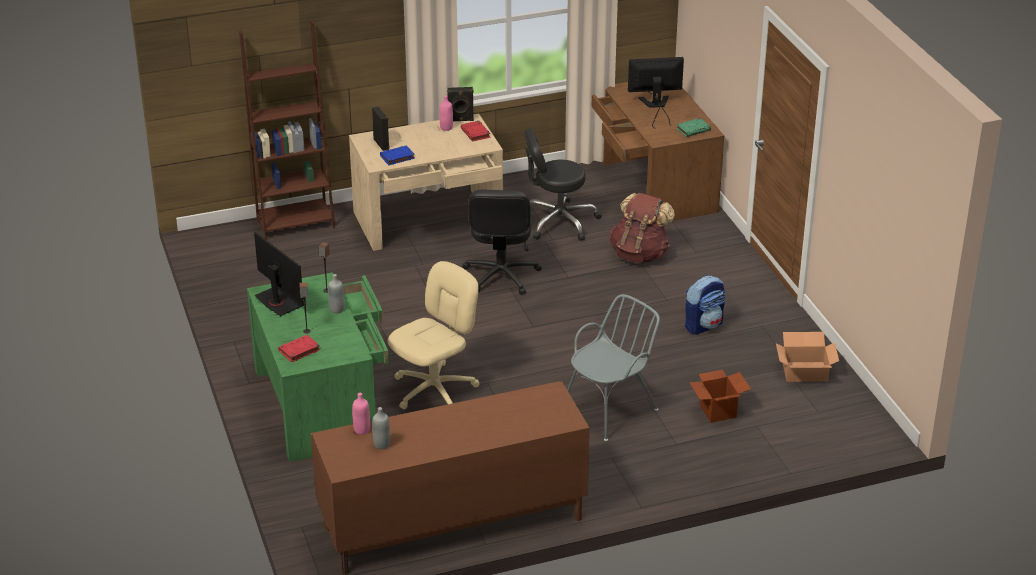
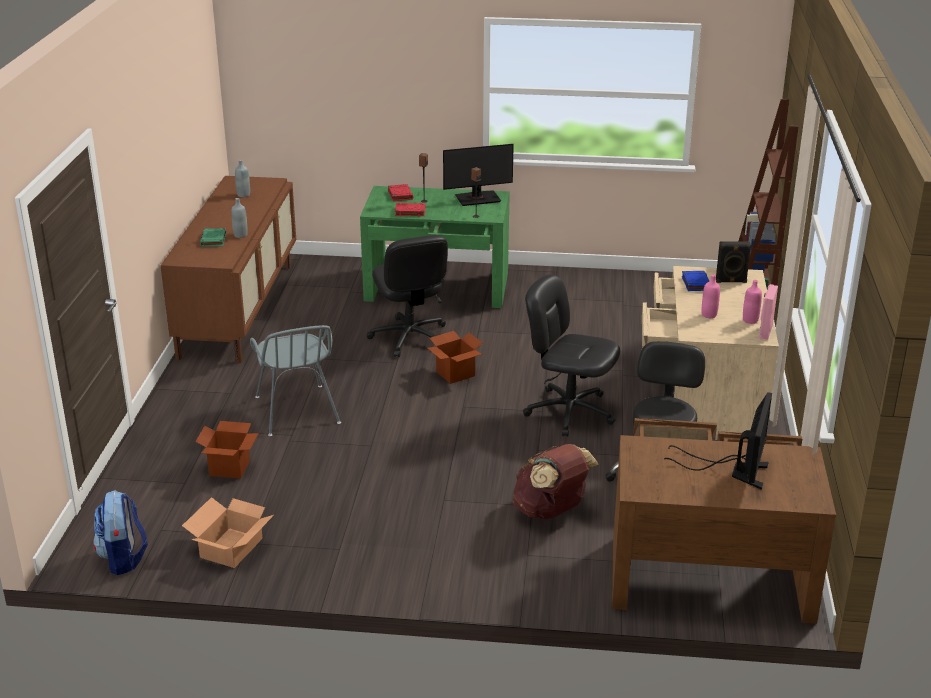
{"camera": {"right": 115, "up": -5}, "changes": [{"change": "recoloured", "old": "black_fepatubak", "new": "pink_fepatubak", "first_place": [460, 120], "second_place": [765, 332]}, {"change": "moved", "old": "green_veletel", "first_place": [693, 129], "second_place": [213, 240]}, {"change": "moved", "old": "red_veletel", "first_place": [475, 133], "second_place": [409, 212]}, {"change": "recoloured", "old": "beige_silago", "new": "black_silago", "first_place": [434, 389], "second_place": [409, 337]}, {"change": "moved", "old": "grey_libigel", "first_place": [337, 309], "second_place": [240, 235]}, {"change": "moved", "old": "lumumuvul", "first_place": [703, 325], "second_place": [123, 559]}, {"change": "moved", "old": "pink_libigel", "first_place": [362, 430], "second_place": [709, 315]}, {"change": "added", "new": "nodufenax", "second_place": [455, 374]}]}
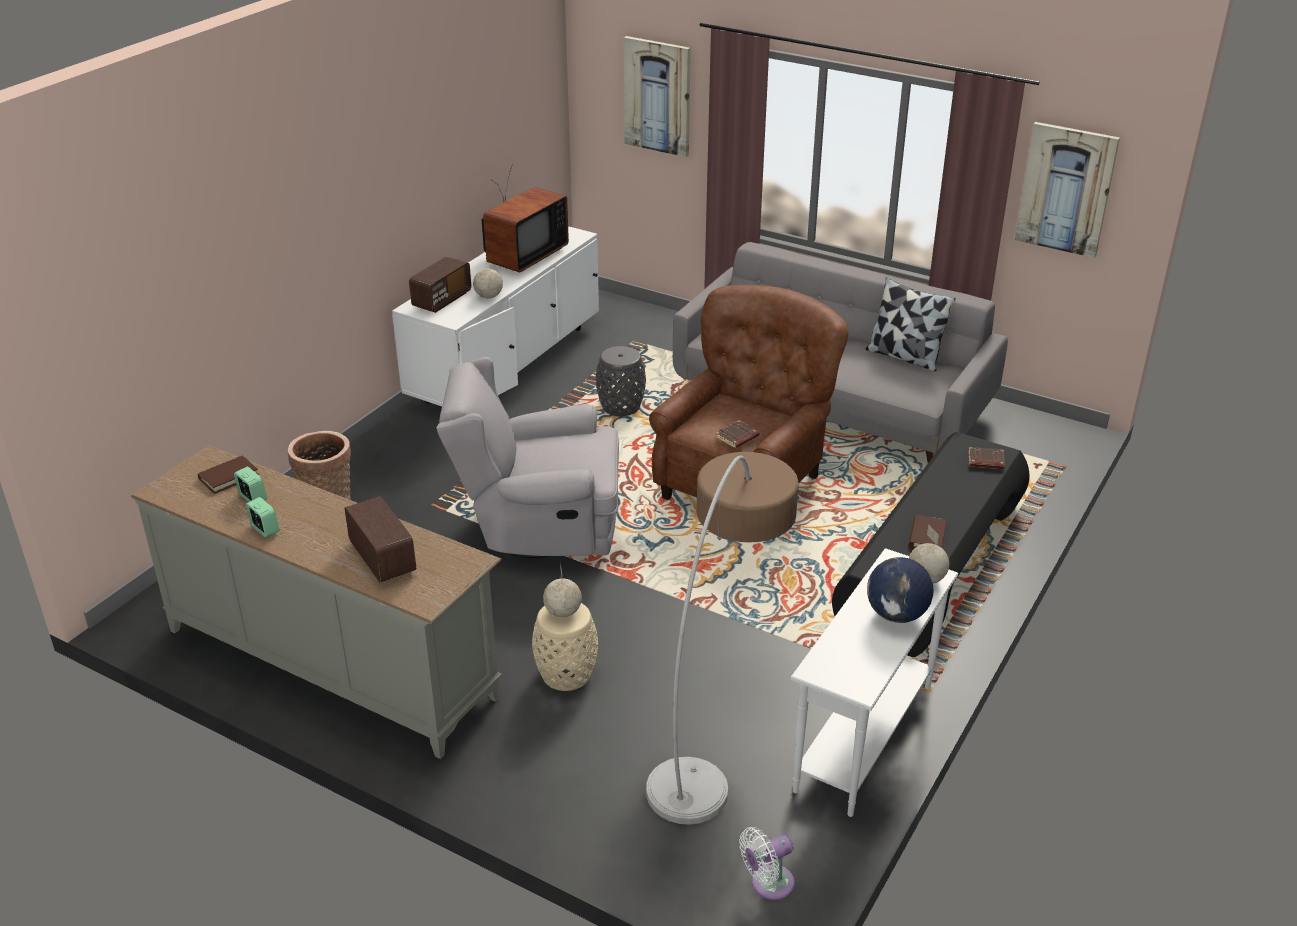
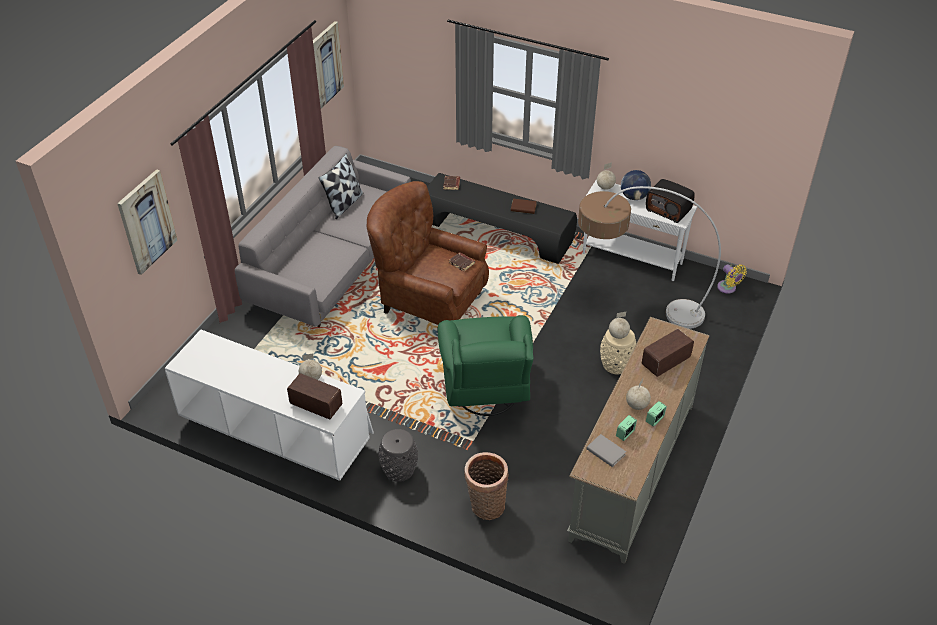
{"camera": {"right": -95, "up": 10}, "changes": [{"change": "removed", "old": "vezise", "first_place": [522, 256]}, {"change": "moved", "old": "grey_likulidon", "first_place": [621, 406], "second_place": [399, 470]}, {"change": "recoloured", "old": "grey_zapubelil", "new": "green_zapubelil", "first_place": [539, 528], "second_place": [486, 391]}, {"change": "recoloured", "old": "brown_veletel", "new": "grey_veletel", "first_place": [229, 477], "second_place": [605, 452]}, {"change": "recoloured", "old": "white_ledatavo", "new": "yellow_ledatavo", "first_place": [768, 884], "second_place": [728, 288]}, {"change": "added", "new": "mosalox", "second_place": [669, 210]}, {"change": "added", "new": "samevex", "second_place": [637, 405]}]}
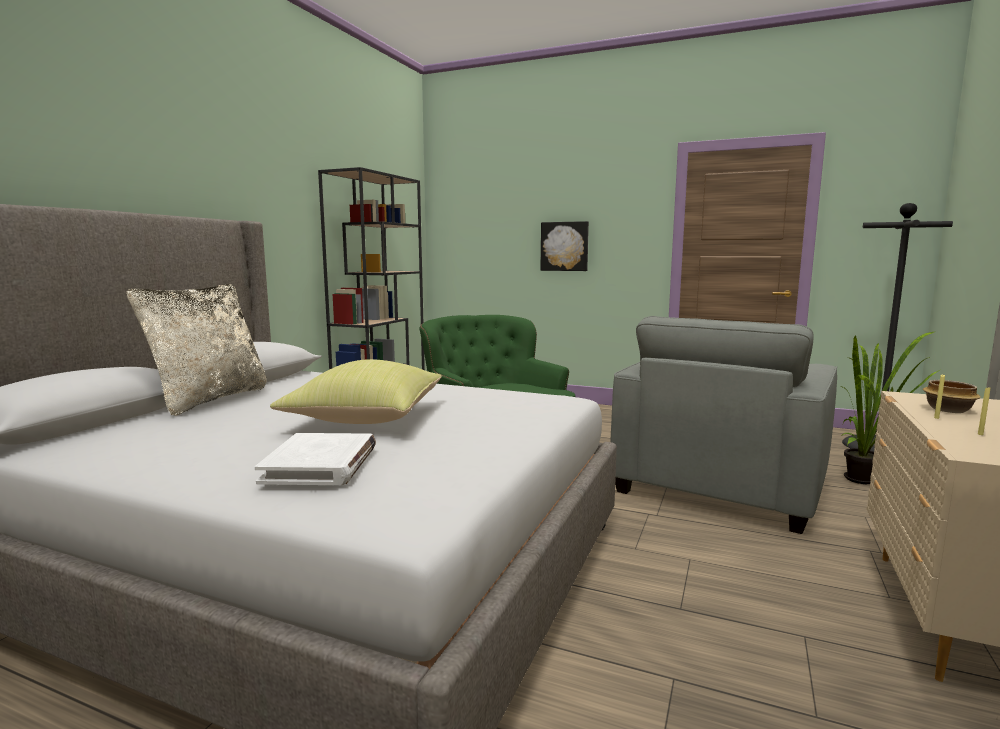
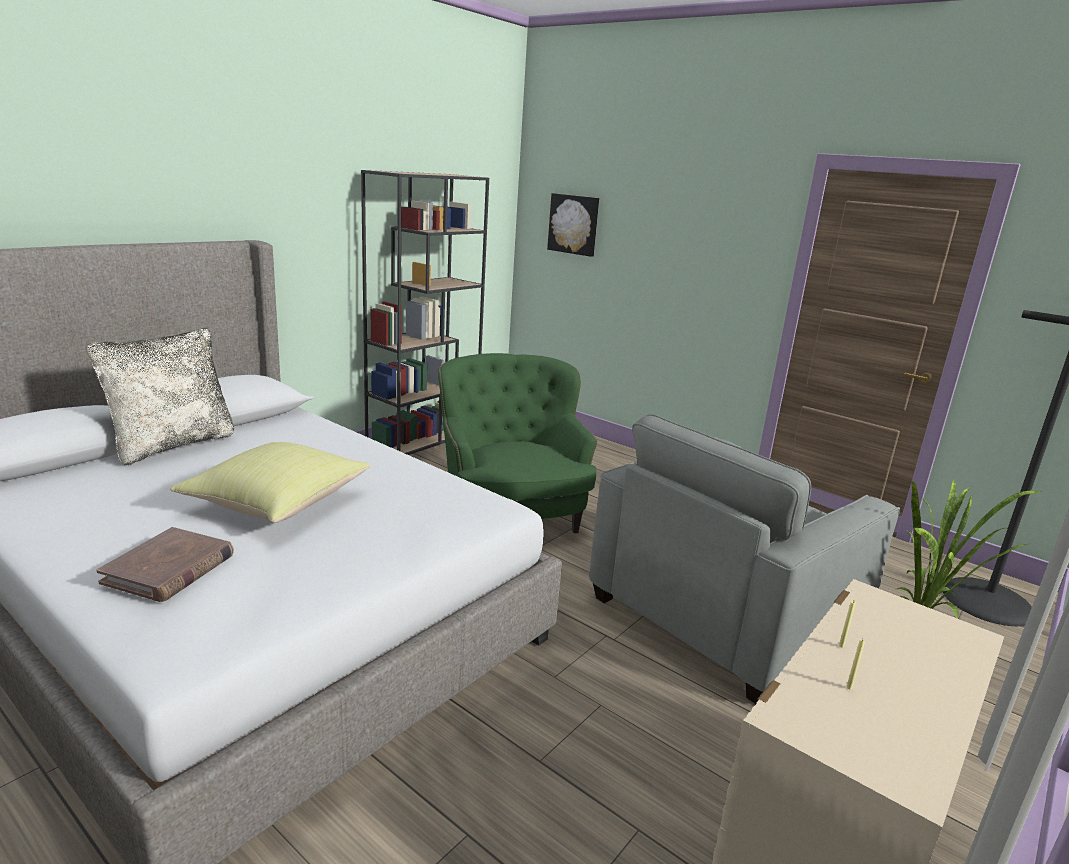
{"camera": {"right": 15, "up": 10}, "changes": [{"change": "moved", "old": "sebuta", "first_place": [564, 246], "second_place": [574, 224]}, {"change": "removed", "old": "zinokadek", "first_place": [947, 409]}, {"change": "recoloured", "old": "white_veletel", "new": "brown_veletel", "first_place": [321, 464], "second_place": [169, 569]}]}
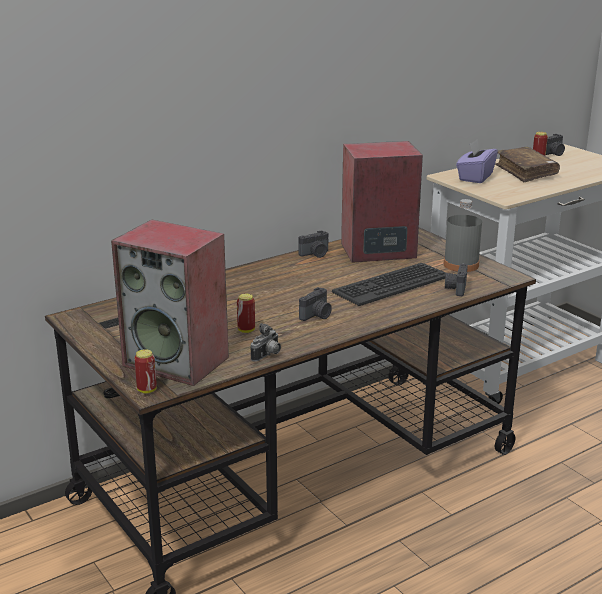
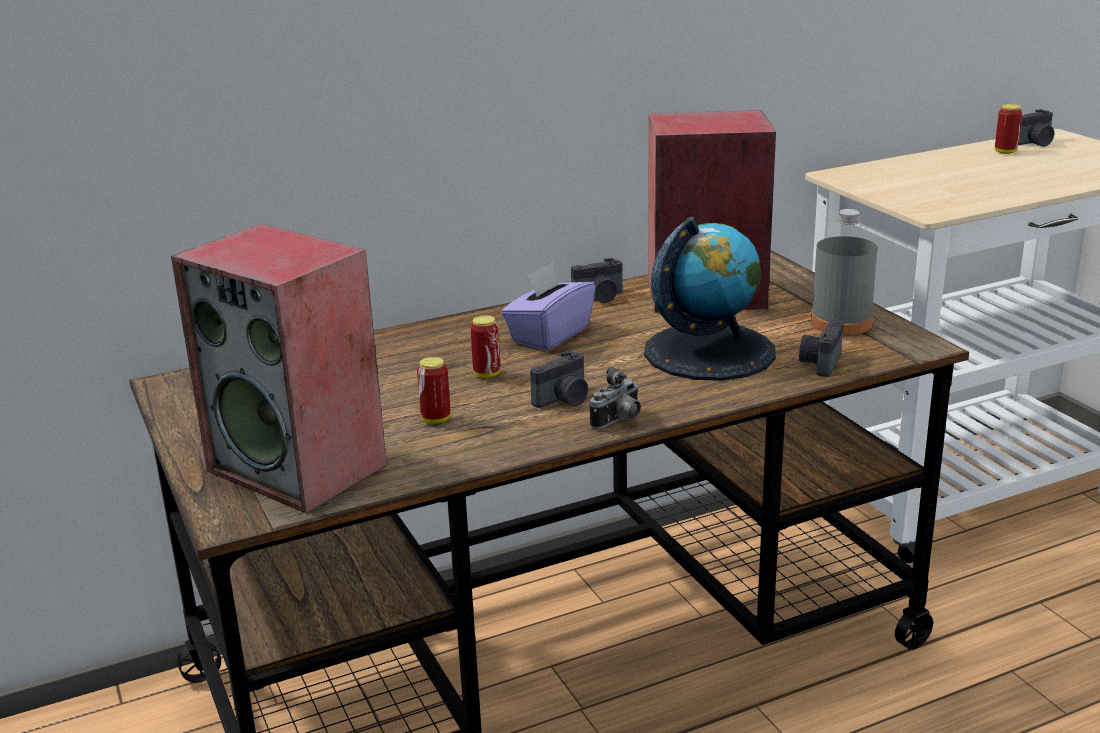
{"camera": {"right": 10, "up": 0}, "changes": [{"change": "moved", "old": "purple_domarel", "first_place": [475, 177], "second_place": [549, 335]}, {"change": "removed", "old": "brown_veletel", "first_place": [526, 172]}, {"change": "replaced", "old": "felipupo", "new": "samevex", "first_place": [391, 284], "second_place": [709, 352]}, {"change": "moved", "old": "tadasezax", "first_place": [267, 356], "second_place": [619, 421]}, {"change": "moved", "old": "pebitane", "first_place": [147, 390], "second_place": [487, 374]}]}
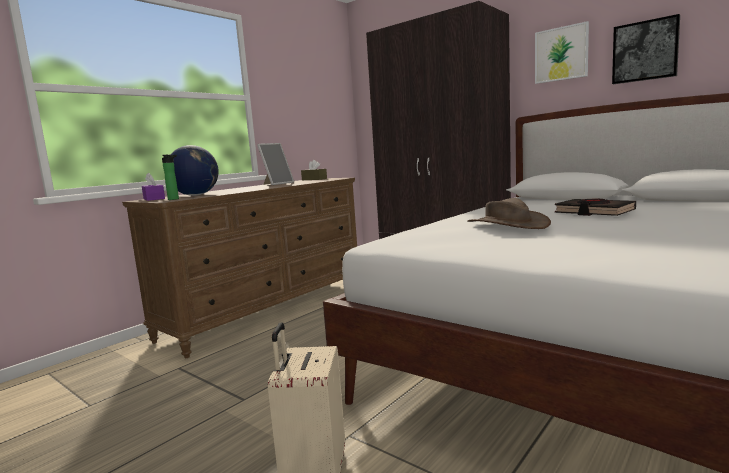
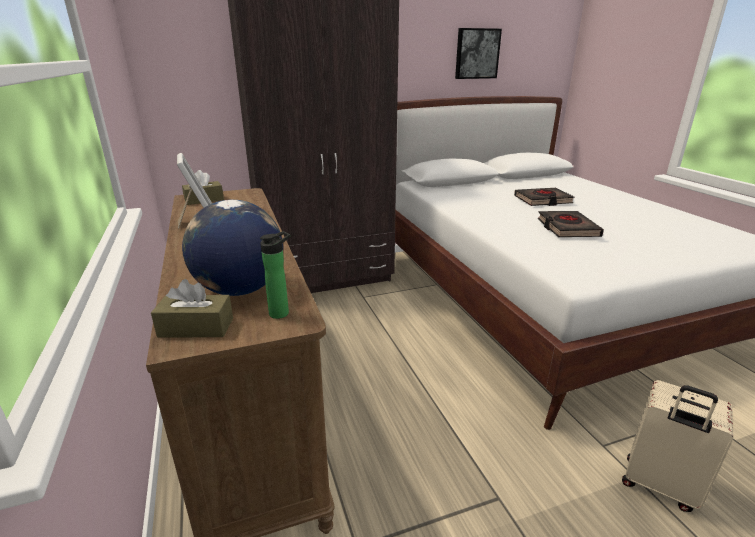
{"camera": {"right": -60, "up": 15}, "changes": [{"change": "removed", "old": "sebuta", "first_place": [561, 54]}, {"change": "recoloured", "old": "purple_domarel", "new": "brown_domarel", "first_place": [154, 199], "second_place": [196, 328]}, {"change": "replaced", "old": "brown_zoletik", "new": "black_veletel", "first_place": [507, 224], "second_place": [567, 228]}]}
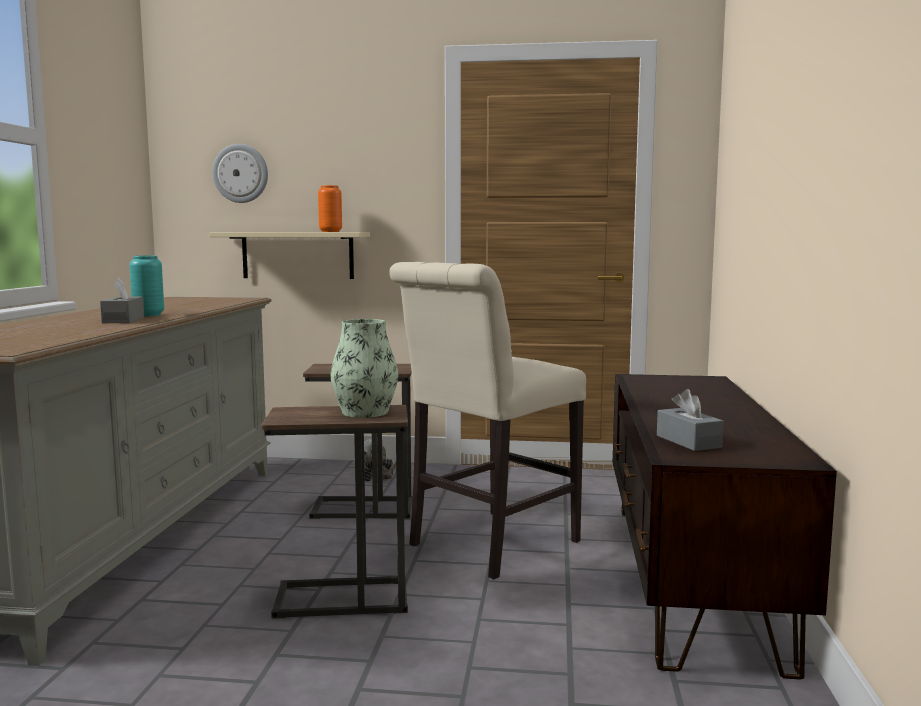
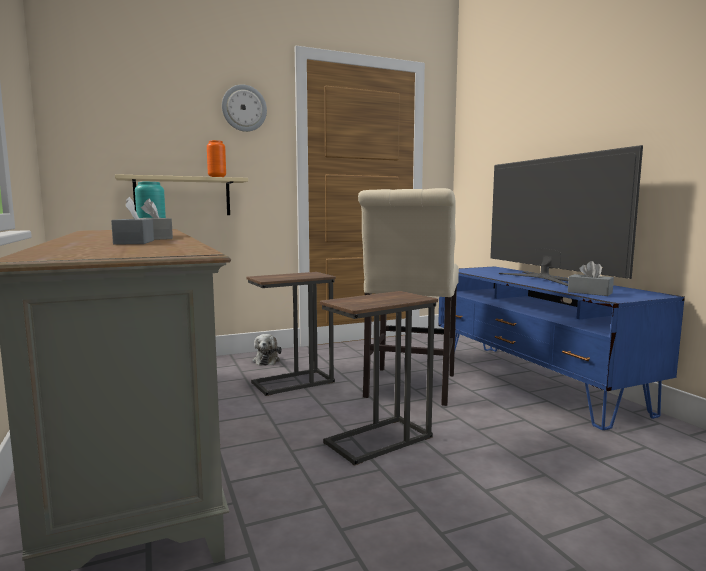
{"camera": {"right": -30, "up": 0}, "changes": [{"change": "moved", "old": "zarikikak", "first_place": [241, 173], "second_place": [244, 108]}, {"change": "removed", "old": "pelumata", "first_place": [365, 412]}, {"change": "recoloured", "old": "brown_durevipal", "new": "blue_durevipal", "first_place": [689, 576], "second_place": [534, 381]}, {"change": "added", "new": "vezise", "second_place": [547, 279]}, {"change": "added", "new": "grey_domarel", "second_place": [134, 242]}]}
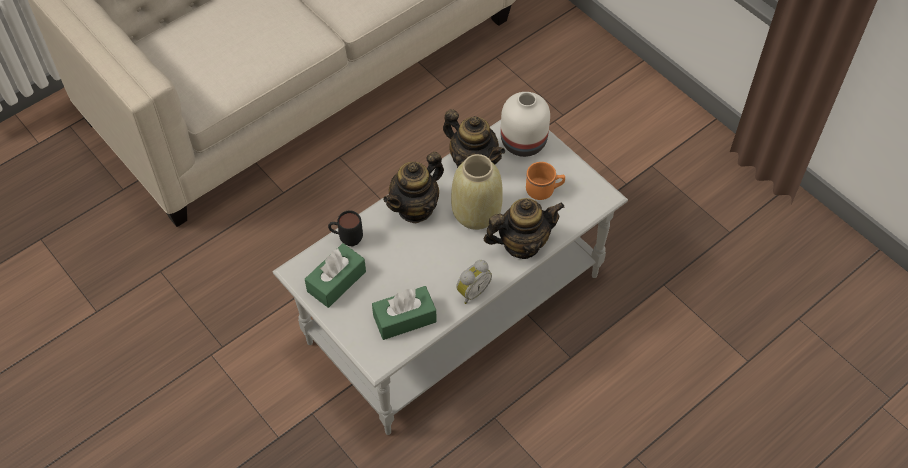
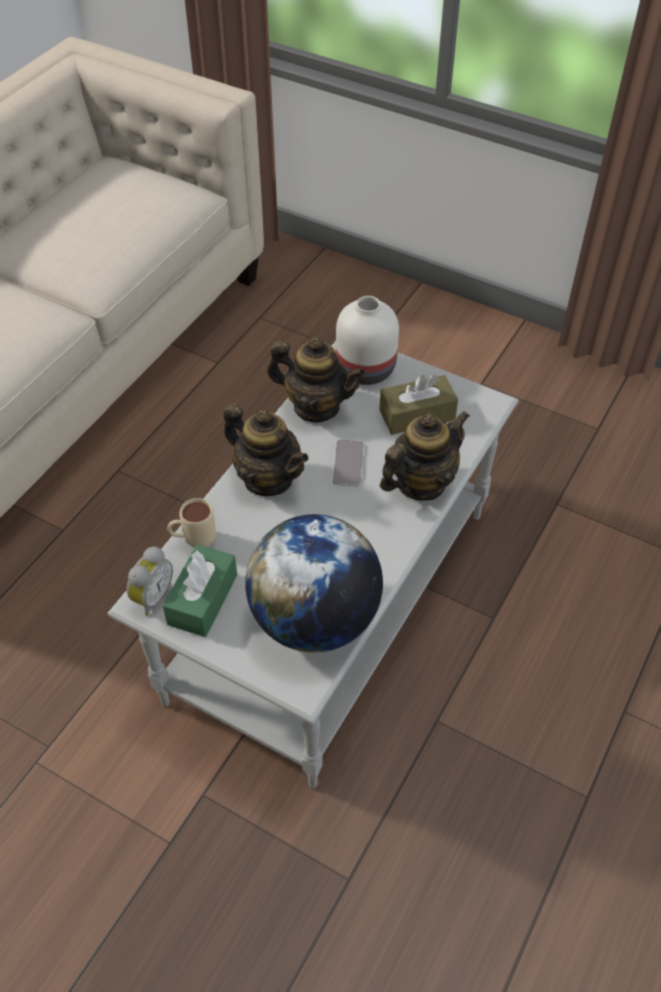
{"camera": {"right": -20, "up": -5}, "changes": [{"change": "turned", "old": "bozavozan", "first_place": [415, 208], "second_place": [268, 478], "degrees": -75}, {"change": "replaced", "old": "beige_pelumata", "new": "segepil", "first_place": [477, 213], "second_place": [348, 463]}, {"change": "replaced", "old": "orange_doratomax", "new": "brown_domarel", "first_place": [544, 190], "second_place": [417, 415]}, {"change": "recoloured", "old": "black_doratomax", "new": "beige_doratomax", "first_place": [346, 239], "second_place": [194, 542]}, {"change": "moved", "old": "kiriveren", "first_place": [472, 291], "second_place": [151, 596]}, {"change": "replaced", "old": "green_domarel", "new": "samevex", "first_place": [404, 319], "second_place": [315, 619]}]}
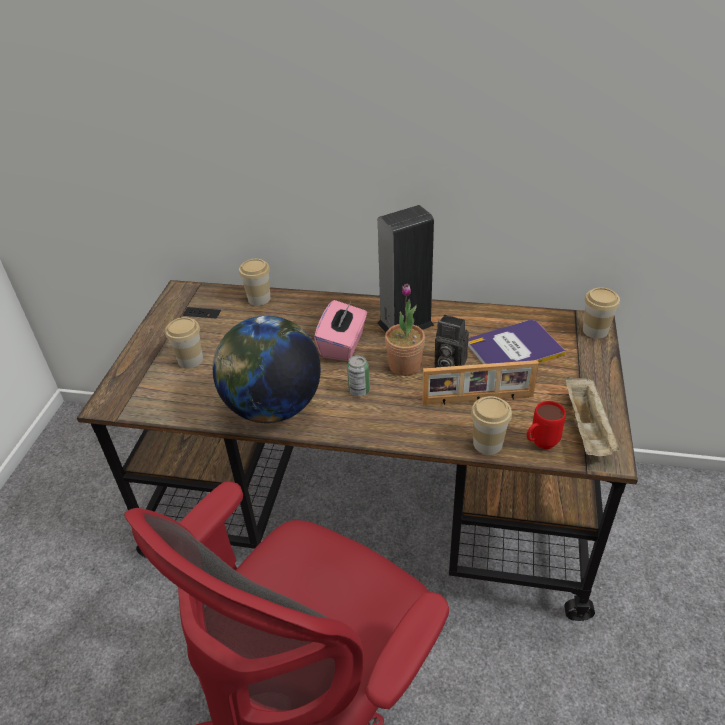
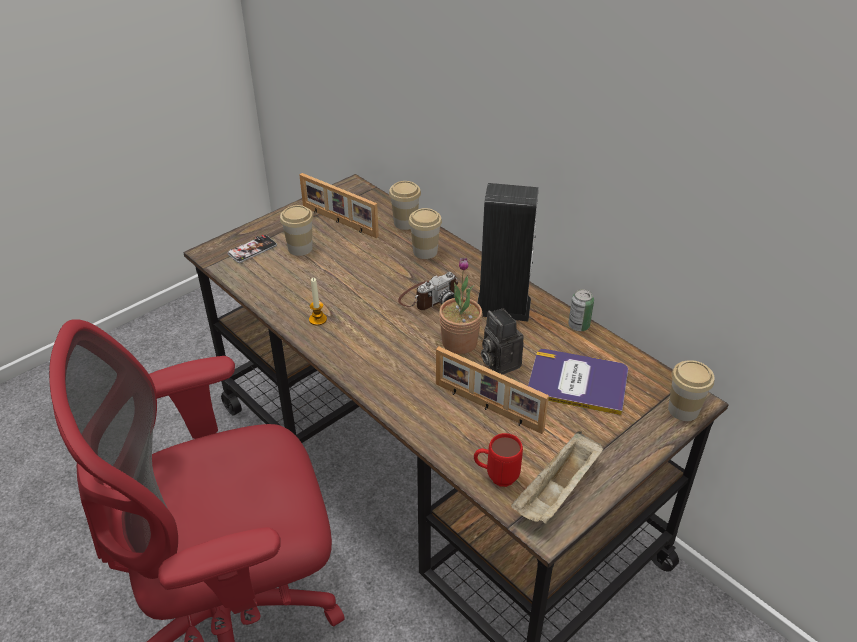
{"camera": {"right": 35, "up": 0}, "changes": [{"change": "replaced", "old": "pink_domarel", "new": "tadasezax", "first_place": [343, 345], "second_place": [428, 297]}, {"change": "replaced", "old": "samevex", "new": "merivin", "first_place": [273, 408], "second_place": [318, 319]}, {"change": "moved", "old": "pebitane", "first_place": [359, 390], "second_place": [578, 326]}, {"change": "moved", "old": "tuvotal", "first_place": [487, 443], "second_place": [425, 251]}, {"change": "added", "new": "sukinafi", "second_place": [339, 222]}, {"change": "added", "new": "segepil", "second_place": [252, 250]}]}
